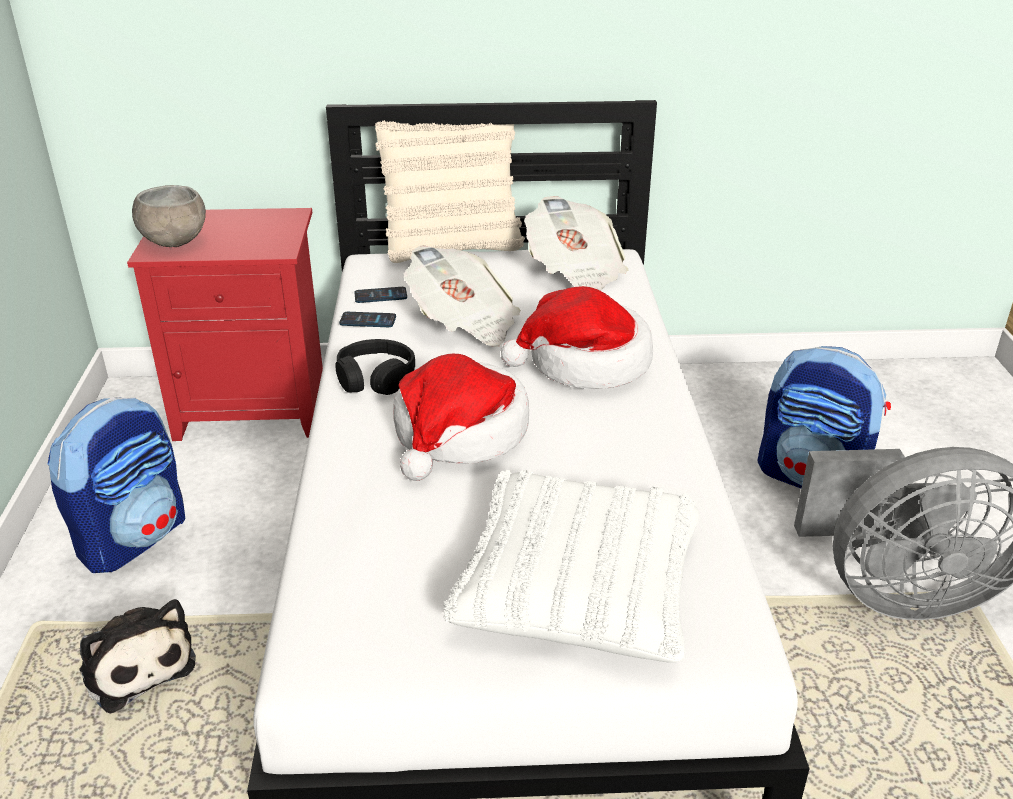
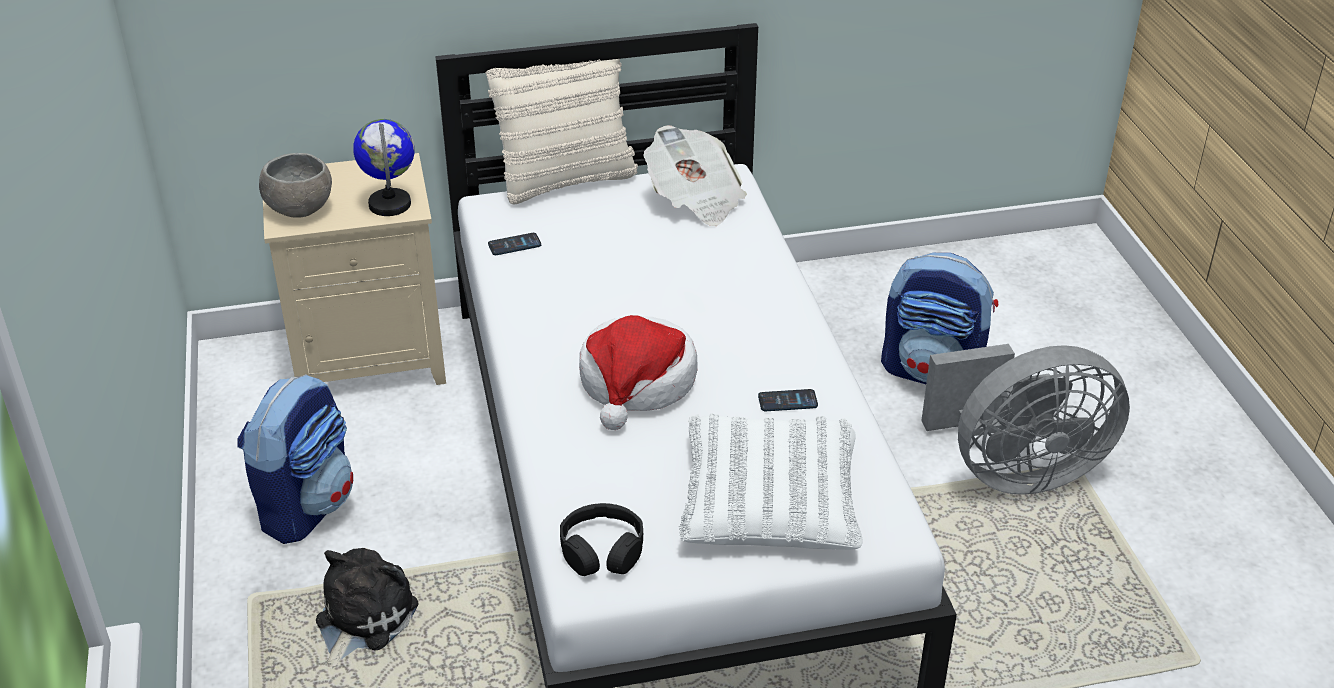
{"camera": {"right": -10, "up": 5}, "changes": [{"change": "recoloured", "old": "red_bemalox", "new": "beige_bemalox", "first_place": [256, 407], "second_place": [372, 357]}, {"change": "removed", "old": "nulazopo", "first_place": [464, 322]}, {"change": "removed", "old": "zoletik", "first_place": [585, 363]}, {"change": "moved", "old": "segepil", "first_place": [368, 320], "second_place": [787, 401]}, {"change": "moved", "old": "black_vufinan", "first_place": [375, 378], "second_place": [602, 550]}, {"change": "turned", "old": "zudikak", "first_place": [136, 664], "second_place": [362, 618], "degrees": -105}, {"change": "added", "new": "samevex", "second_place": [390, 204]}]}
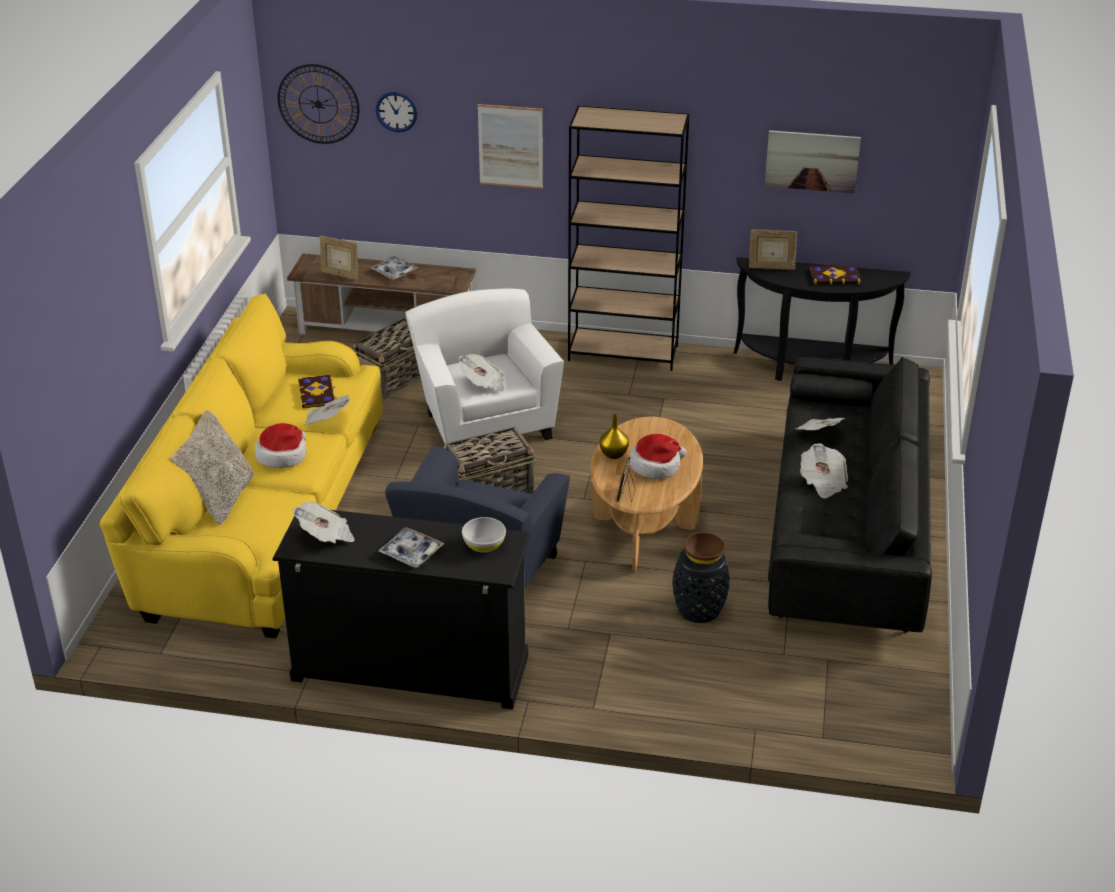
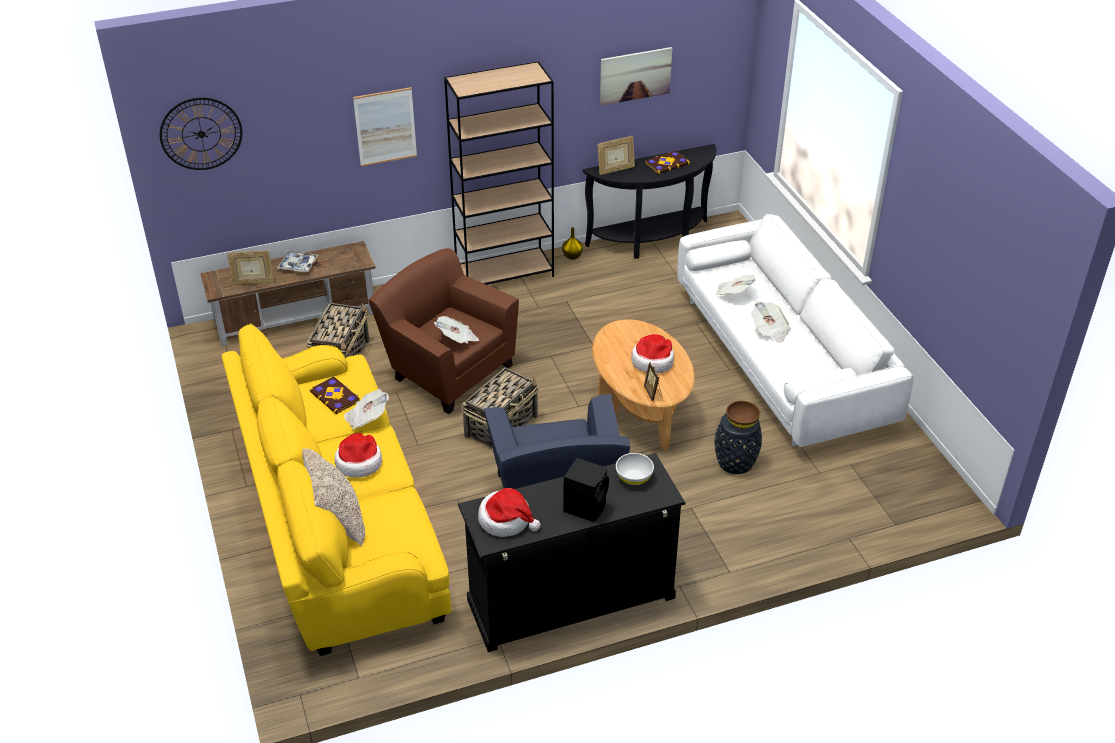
{"camera": {"right": -30, "up": 5}, "changes": [{"change": "removed", "old": "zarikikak", "first_place": [396, 111]}, {"change": "recoloured", "old": "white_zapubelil", "new": "brown_zapubelil", "first_place": [484, 422], "second_place": [447, 370]}, {"change": "recoloured", "old": "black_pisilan", "new": "white_pisilan", "first_place": [847, 530], "second_place": [781, 360]}, {"change": "moved", "old": "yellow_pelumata", "first_place": [613, 454], "second_place": [572, 256]}, {"change": "replaced", "old": "nulazopo", "new": "zoletik", "first_place": [326, 536], "second_place": [506, 520]}, {"change": "replaced", "old": "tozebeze", "new": "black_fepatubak", "first_place": [411, 552], "second_place": [586, 506]}]}
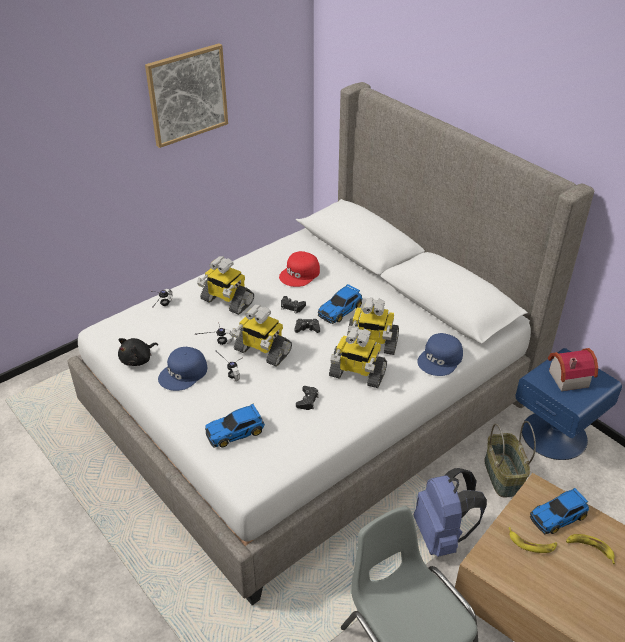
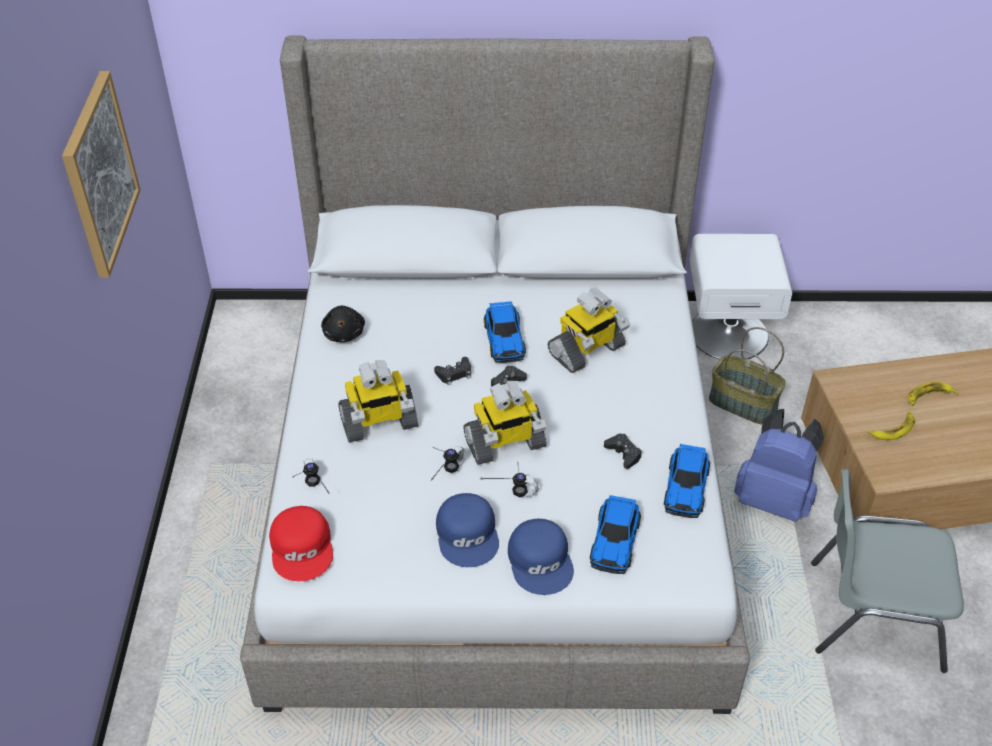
{"camera": {"right": -50, "up": 5}, "changes": [{"change": "moved", "old": "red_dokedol", "first_place": [300, 274], "second_place": [303, 548]}, {"change": "removed", "old": "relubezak", "first_place": [357, 374]}, {"change": "moved", "old": "blue_dokedol", "first_place": [440, 359], "second_place": [541, 561]}, {"change": "moved", "old": "black_zudikak", "first_place": [138, 360], "second_place": [344, 333]}, {"change": "recoloured", "old": "blue_bemalox", "new": "white_bemalox", "first_place": [555, 434], "second_place": [728, 332]}, {"change": "removed", "old": "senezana", "first_place": [566, 377]}, {"change": "moved", "old": "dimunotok", "first_place": [559, 516], "second_place": [686, 487]}]}
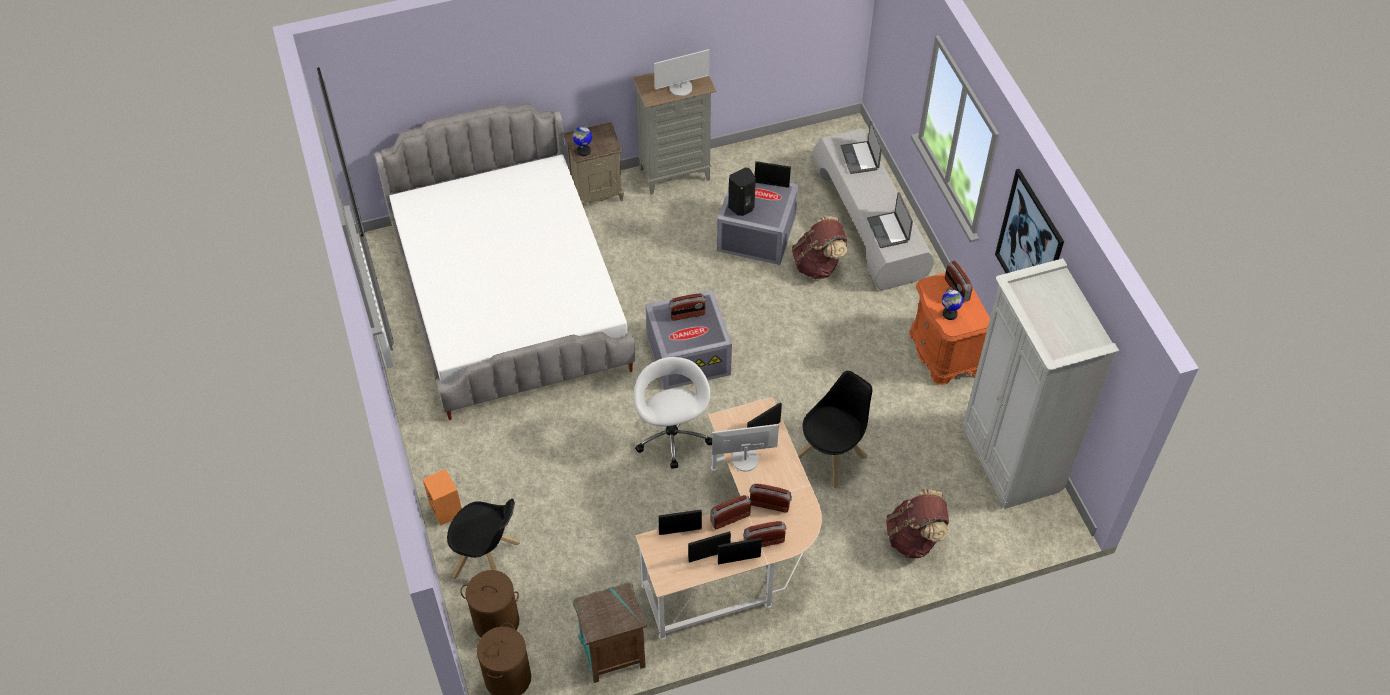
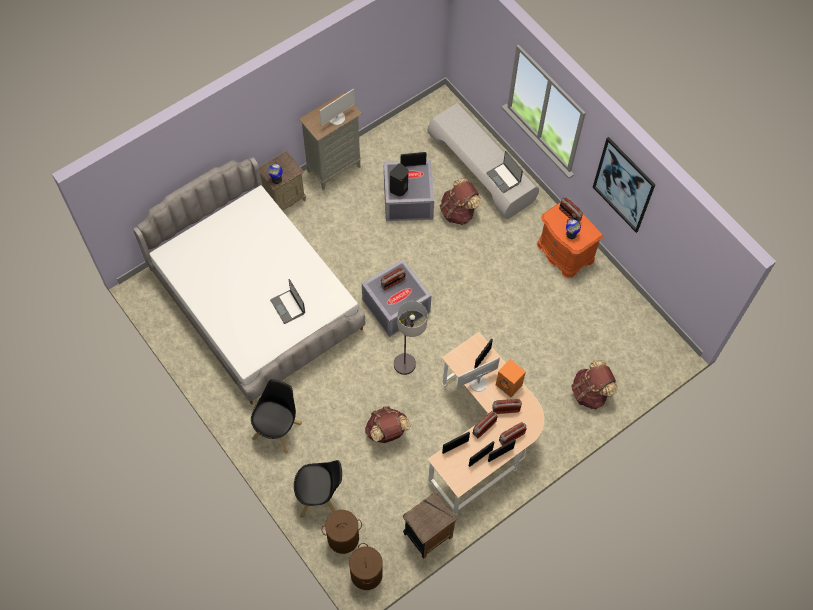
{"camera": {"right": -20, "up": 10}, "changes": [{"change": "moved", "old": "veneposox", "first_place": [860, 158], "second_place": [288, 306]}, {"change": "removed", "old": "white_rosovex", "first_place": [1011, 459]}, {"change": "replaced", "old": "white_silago", "new": "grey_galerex", "first_place": [672, 436], "second_place": [408, 369]}, {"change": "moved", "old": "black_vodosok", "first_place": [832, 456], "second_place": [278, 429]}, {"change": "moved", "old": "orange_fepatubak", "first_place": [447, 510], "second_place": [509, 385]}, {"change": "recoloured", "old": "turquoise_bemalox", "new": "black_bemalox", "first_place": [612, 653], "second_place": [427, 534]}, {"change": "added", "new": "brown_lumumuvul", "second_place": [387, 432]}]}
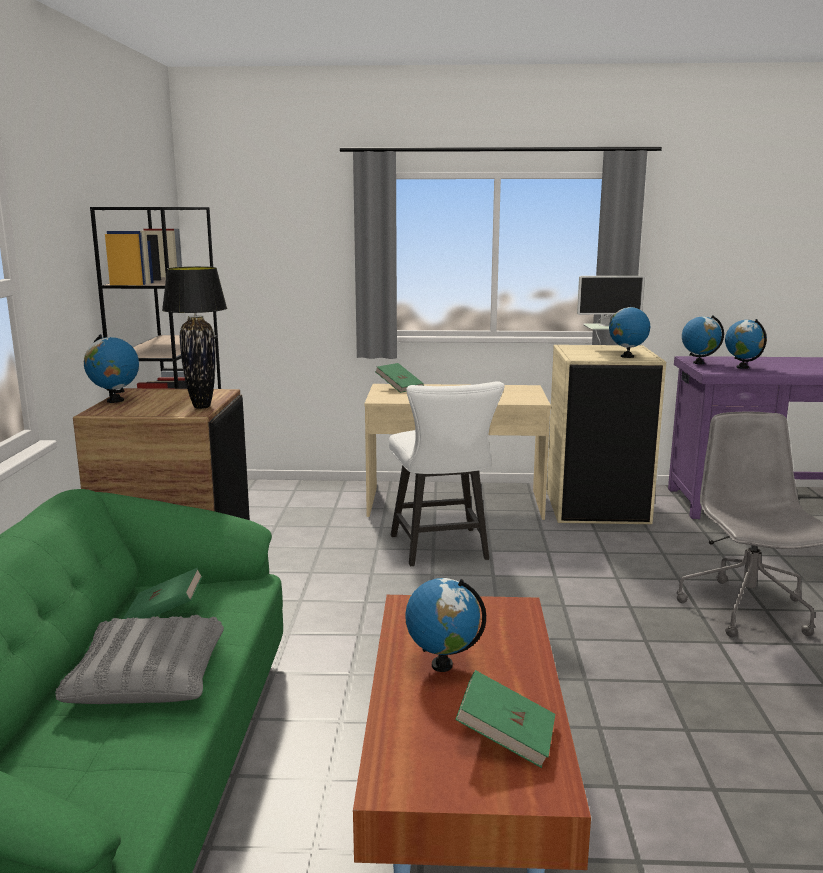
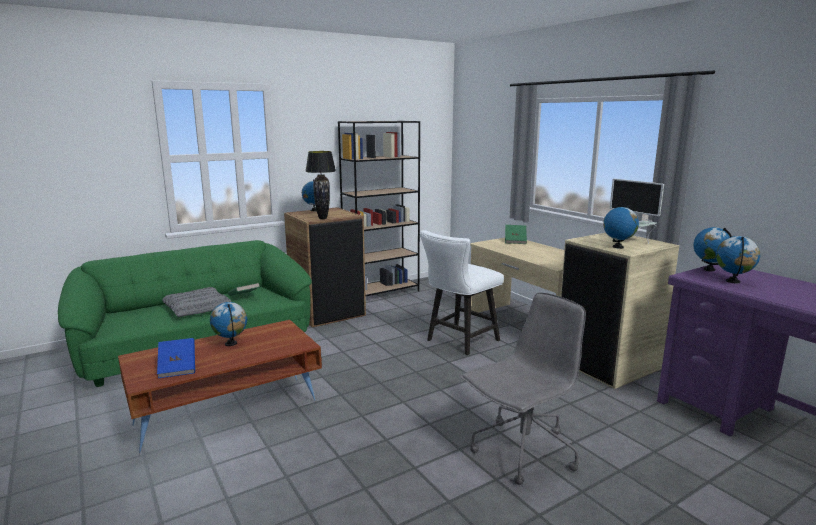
{"camera": {"right": 55, "up": 0}, "changes": [{"change": "recoloured", "old": "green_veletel", "new": "blue_veletel", "first_place": [506, 738], "second_place": [178, 368]}]}
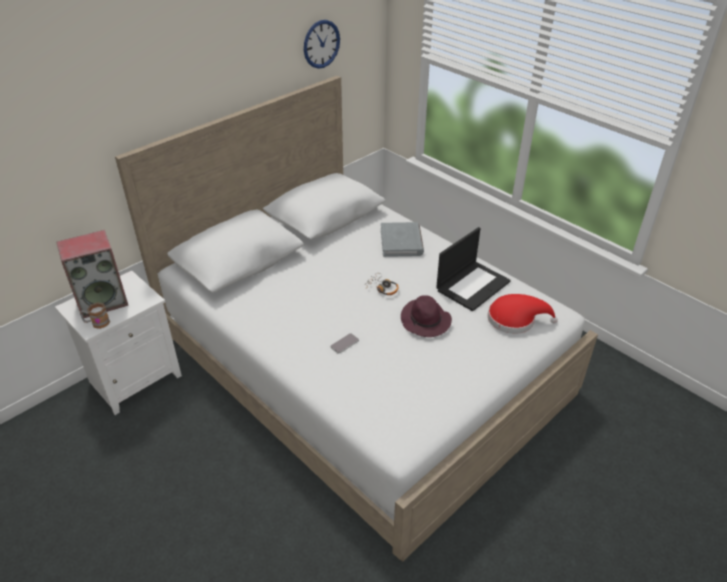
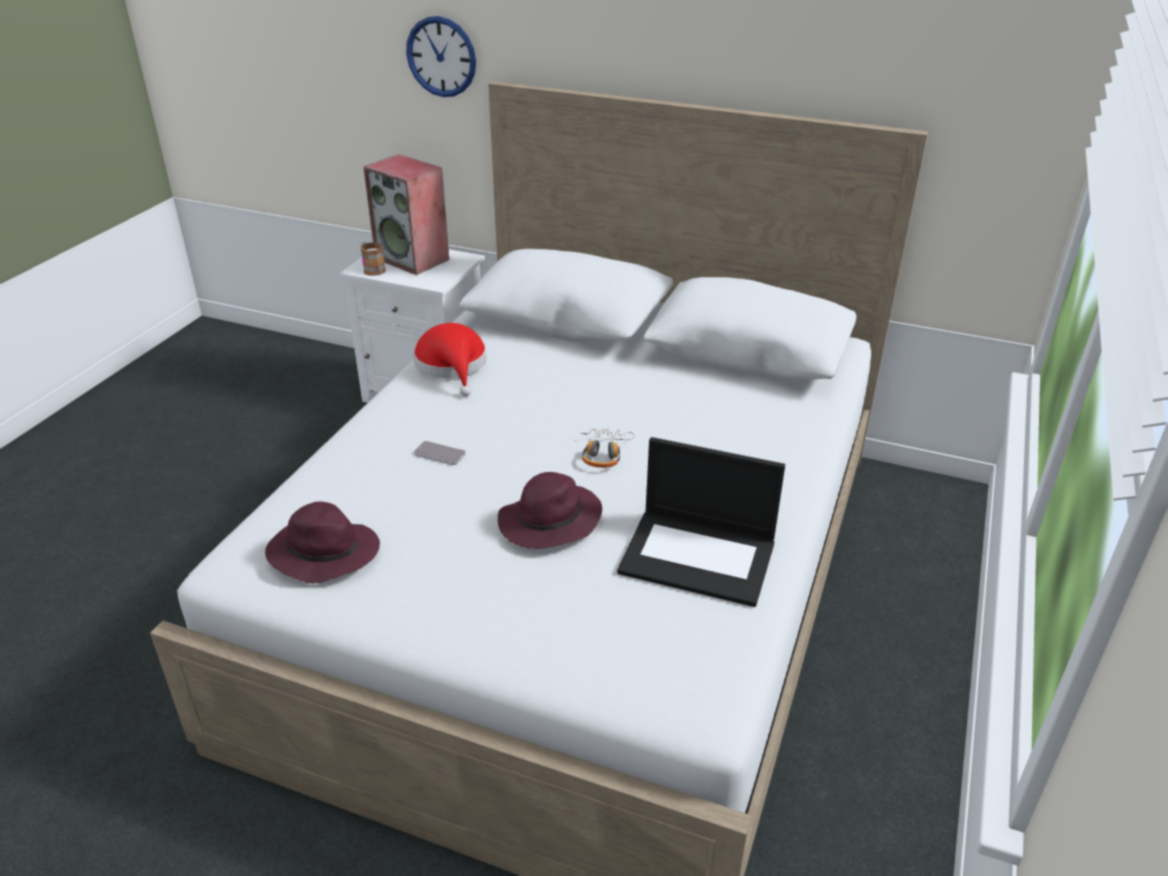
{"camera": {"right": 65, "up": -5}, "changes": [{"change": "moved", "old": "zarikikak", "first_place": [321, 44], "second_place": [441, 57]}, {"change": "removed", "old": "grey_veletel", "first_place": [401, 242]}, {"change": "moved", "old": "red_zoletik", "first_place": [515, 319], "second_place": [453, 365]}, {"change": "added", "new": "purple_zoletik", "second_place": [322, 553]}]}
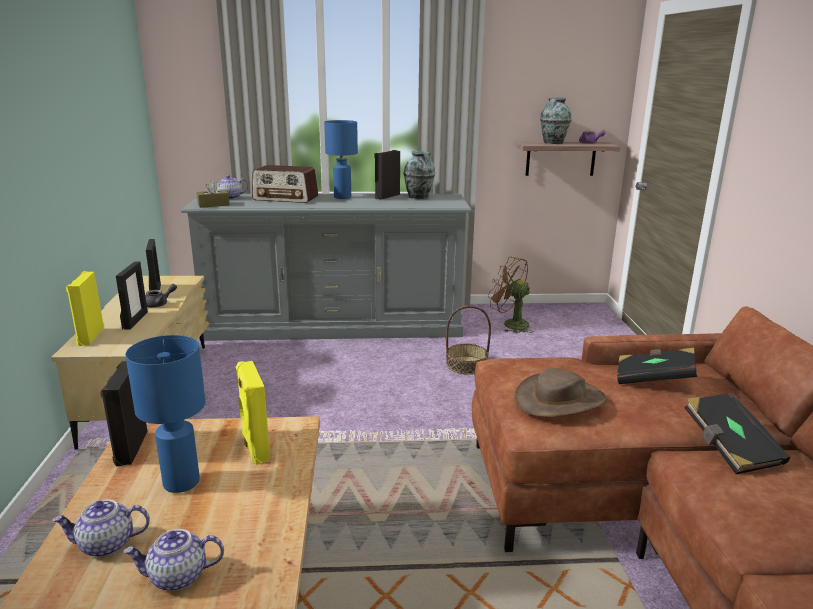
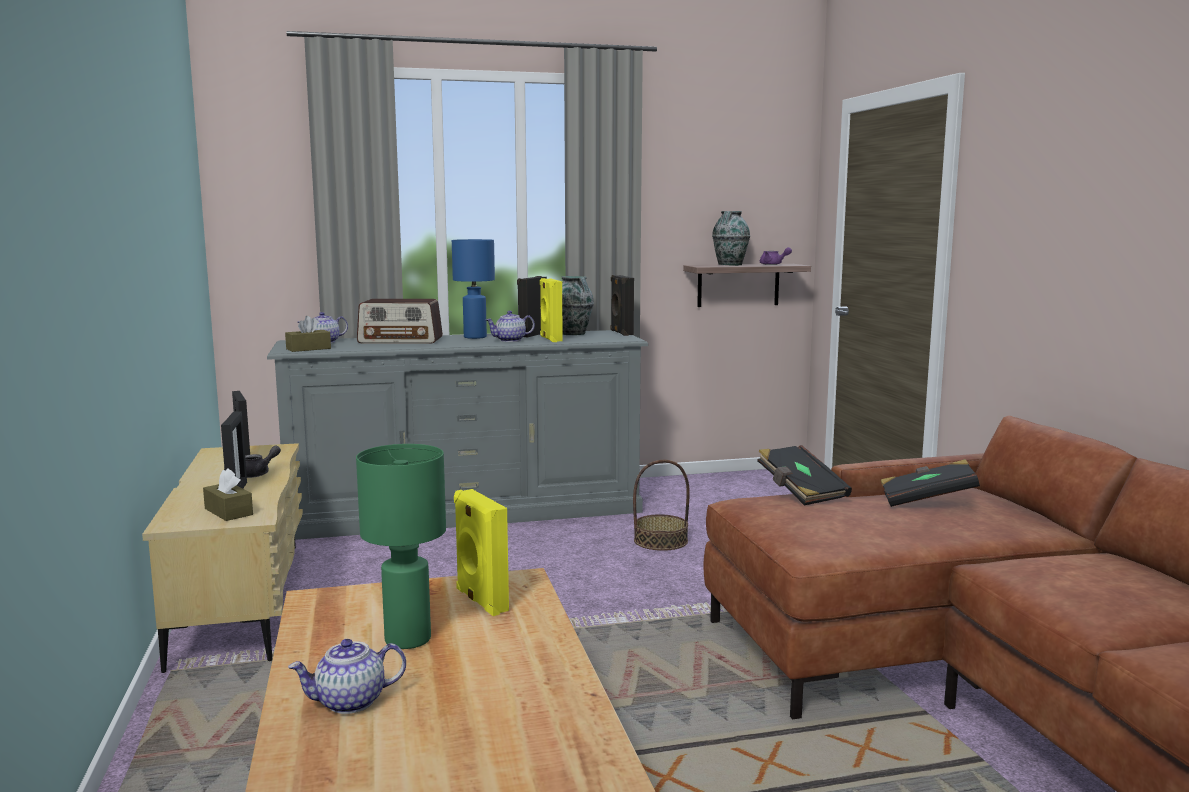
{"camera": {"right": -10, "up": -10}, "changes": [{"change": "removed", "old": "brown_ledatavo", "first_place": [510, 324]}, {"change": "moved", "old": "yellow_fepatubak", "first_place": [89, 336], "second_place": [550, 339]}, {"change": "recoloured", "old": "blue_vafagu", "new": "green_vafagu", "first_place": [182, 482], "second_place": [408, 639]}, {"change": "moved", "old": "black_fepatubak", "first_place": [130, 448], "second_place": [621, 333]}, {"change": "removed", "old": "brown_zoletik", "first_place": [560, 400]}, {"change": "moved", "old": "black_veletel", "first_place": [729, 448], "second_place": [801, 491]}, {"change": "moved", "old": "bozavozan", "first_place": [177, 577], "second_place": [510, 340]}, {"change": "added", "new": "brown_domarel", "second_place": [228, 512]}]}
